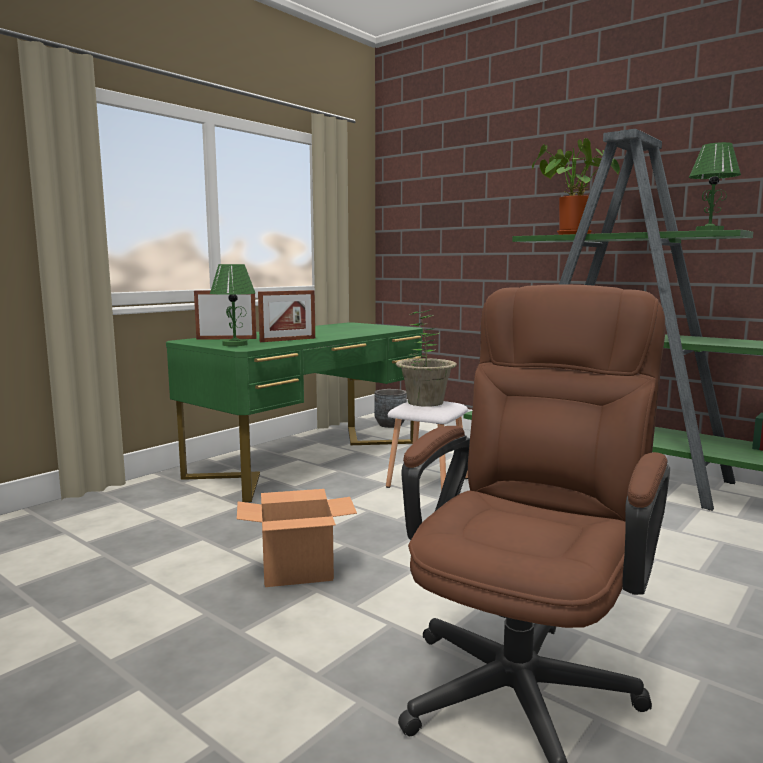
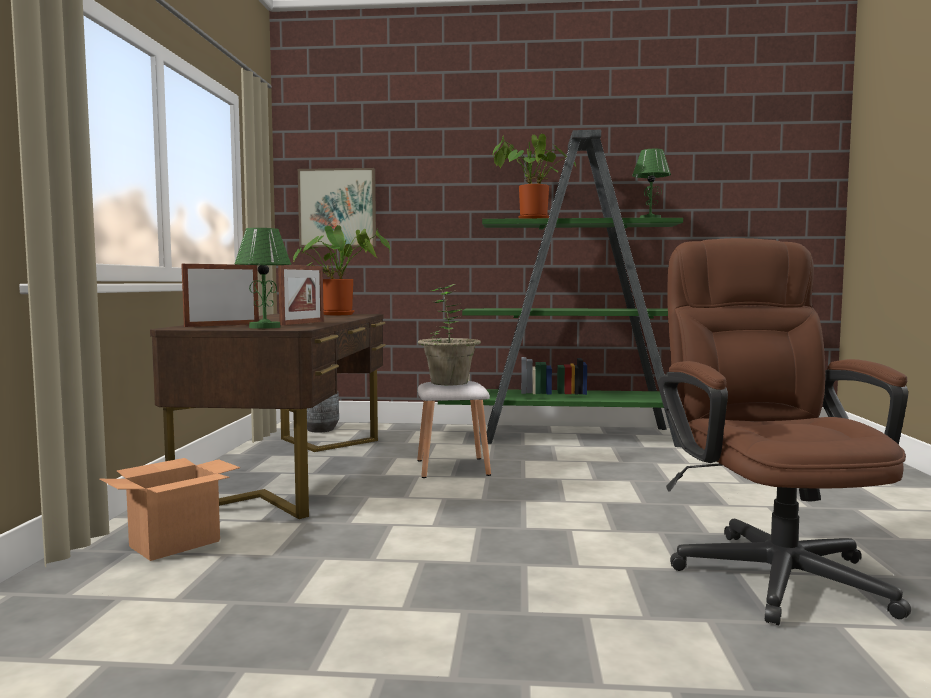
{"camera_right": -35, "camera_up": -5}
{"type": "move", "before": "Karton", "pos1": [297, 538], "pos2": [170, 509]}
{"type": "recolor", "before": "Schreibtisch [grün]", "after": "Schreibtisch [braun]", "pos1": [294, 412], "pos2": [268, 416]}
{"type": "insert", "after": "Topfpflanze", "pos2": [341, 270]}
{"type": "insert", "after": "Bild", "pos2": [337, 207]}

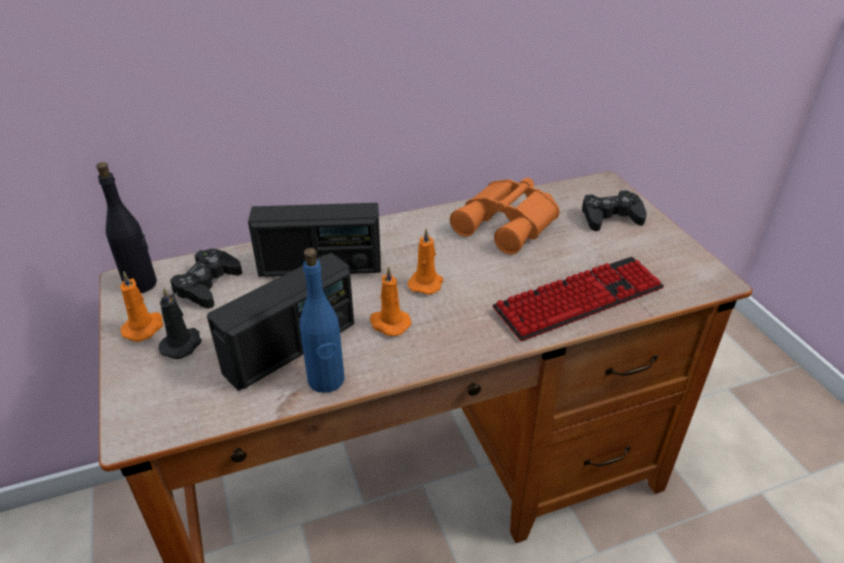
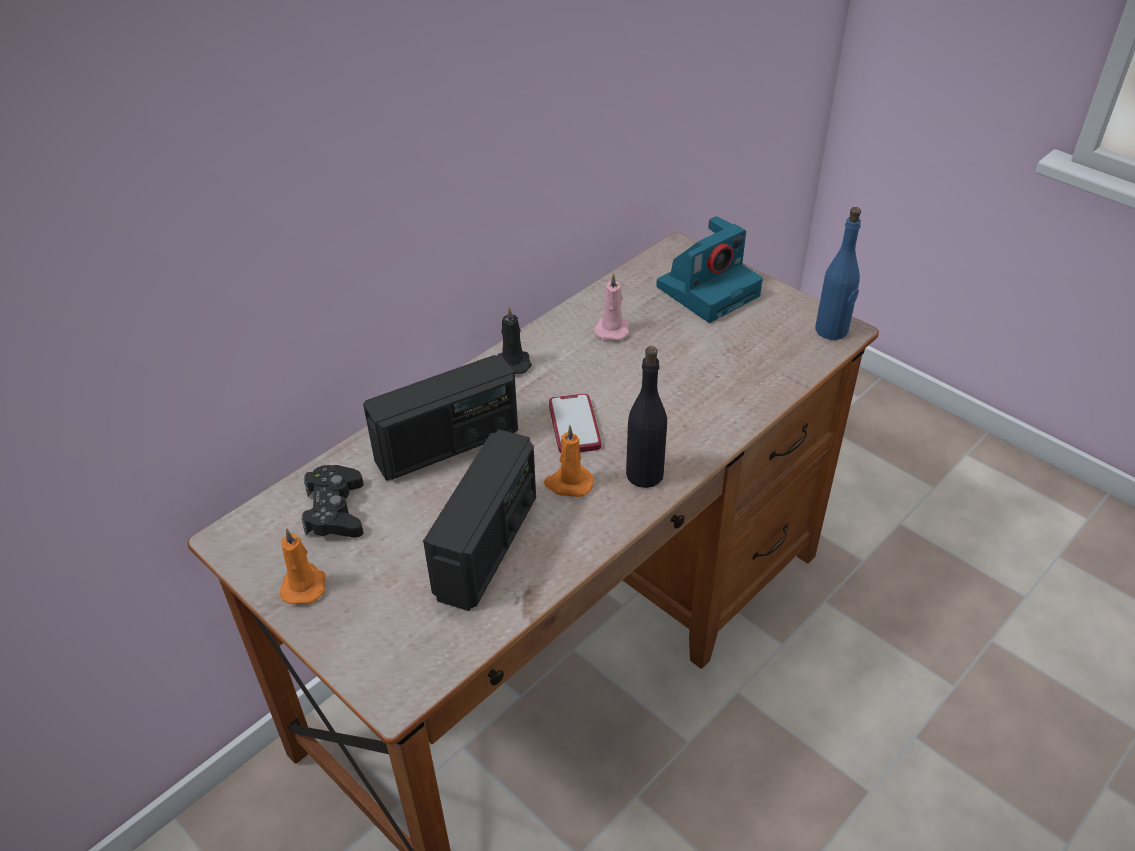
{"camera_right": -25, "camera_up": 5}
{"type": "move", "before": "Kerze [schwarz]", "pos1": [180, 323], "pos2": [515, 340]}
{"type": "replace", "before": "Kerze [orange]", "after": "Handy", "pos1": [425, 261], "pos2": [575, 423]}
{"type": "replace", "before": "Fernglas [orange]", "after": "Kerze [rosa]", "pos1": [504, 216], "pos2": [611, 307]}
{"type": "move", "before": "Flasche [schwarz]", "pos1": [126, 227], "pos2": [646, 417]}
{"type": "replace", "before": "Gamepad [schwarz]", "after": "Kamera", "pos1": [614, 210], "pos2": [709, 269]}
{"type": "move", "before": "Flasche [blau]", "pos1": [322, 320], "pos2": [838, 273]}
{"type": "delete", "before": "Tastatur", "pos1": [578, 299]}

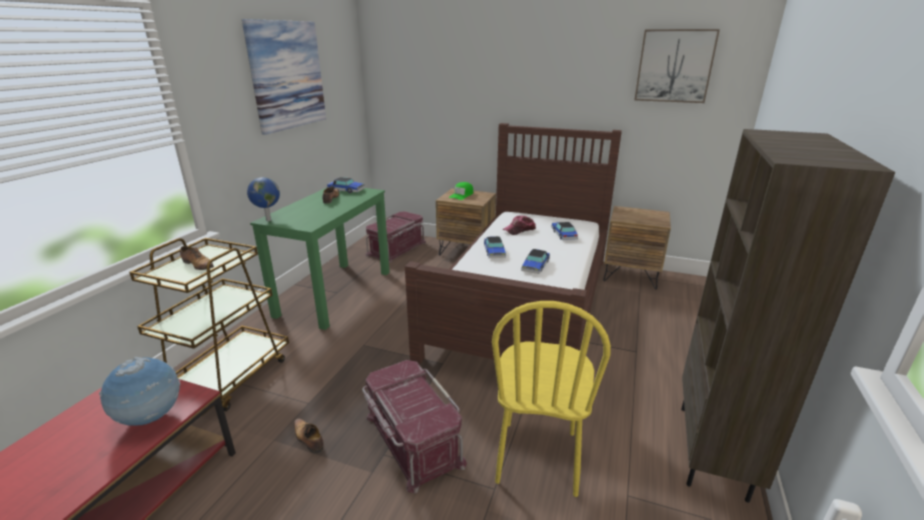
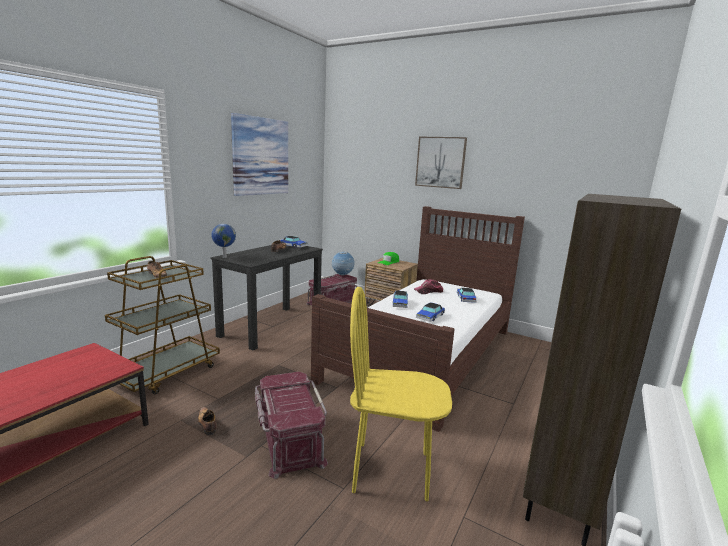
{"camera_right": 10, "camera_up": -10}
{"type": "recolor", "before": "Schreibtisch [grün]", "after": "Schreibtisch [schwarz]", "pos1": [320, 259], "pos2": [267, 297]}
{"type": "move", "before": "Globus", "pos1": [139, 391], "pos2": [343, 263]}
{"type": "rotate", "before": "Stuhl [gelb]", "pos1": [551, 399], "pos2": [401, 394], "turn": 75}
{"type": "move", "before": "Bild", "pos1": [677, 66], "pos2": [441, 163]}
{"type": "delete", "before": "Nachttisch [braun]", "pos1": [637, 247]}

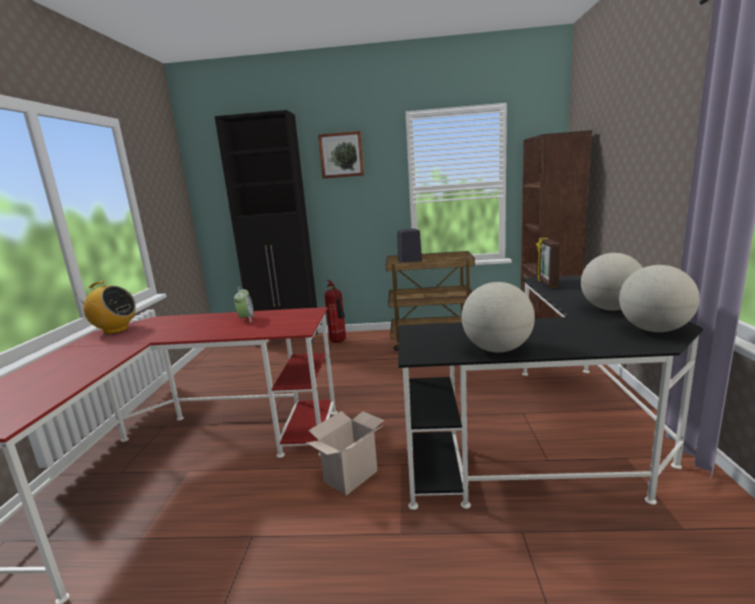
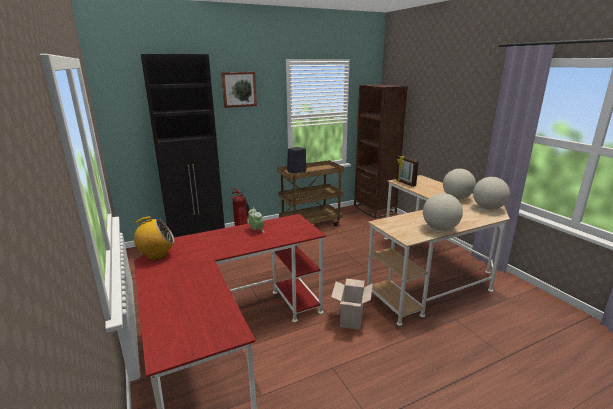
{"camera_right": -30, "camera_up": 5}
{"type": "recolor", "before": "Schreibtisch [schwarz]", "after": "Schreibtisch [beige]", "pos1": [550, 392], "pos2": [438, 250]}

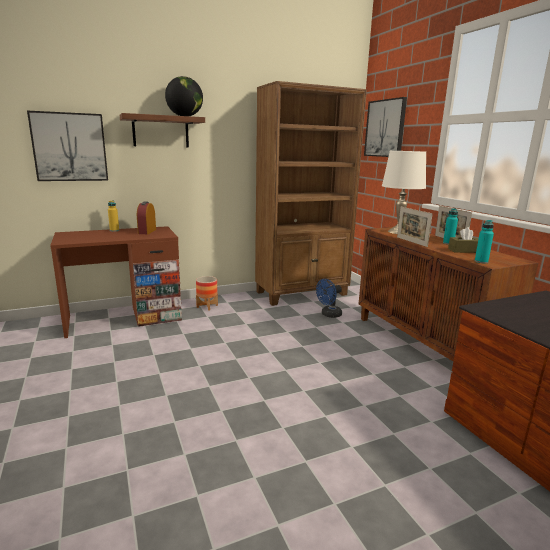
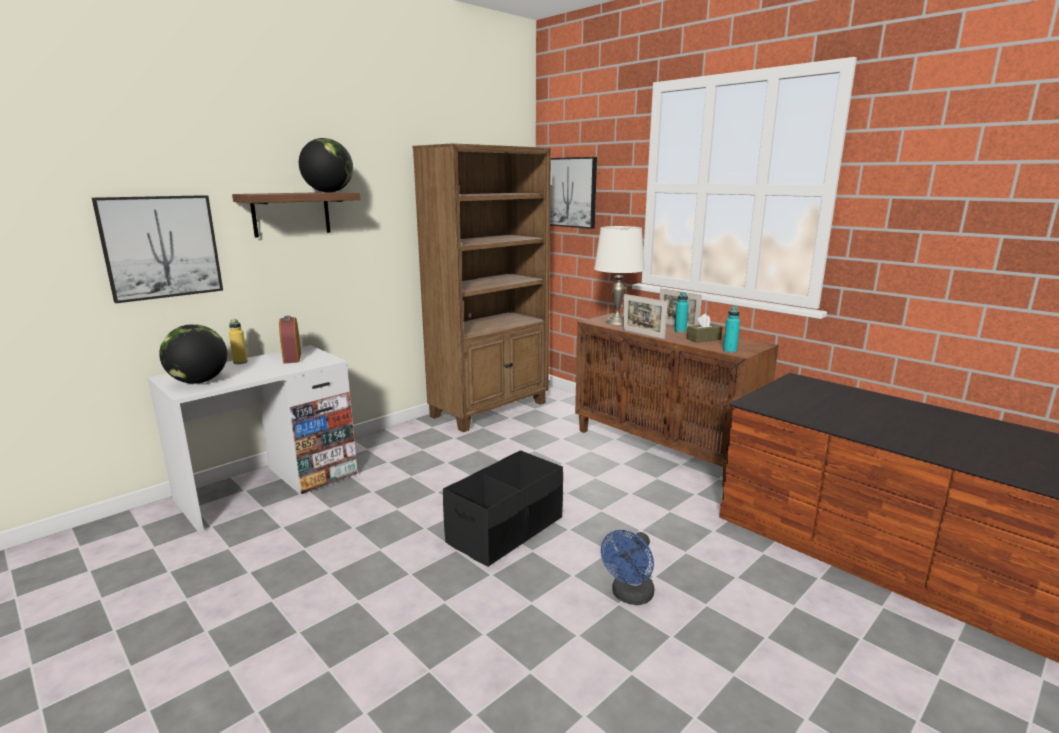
{"camera_right": -20, "camera_up": 0}
{"type": "recolor", "before": "Schreibtisch [braun]", "after": "Schreibtisch [weiß]", "pos1": [116, 282], "pos2": [252, 439]}
{"type": "insert", "after": "Globus", "pos2": [193, 354]}
{"type": "insert", "after": "Aufbewahrungsbox [schwarz]", "pos2": [503, 508]}
{"type": "move", "before": "Ventilator [blau]", "pos1": [329, 298], "pos2": [627, 567]}
{"type": "delete", "before": "Pflanzkübel", "pos1": [207, 293]}

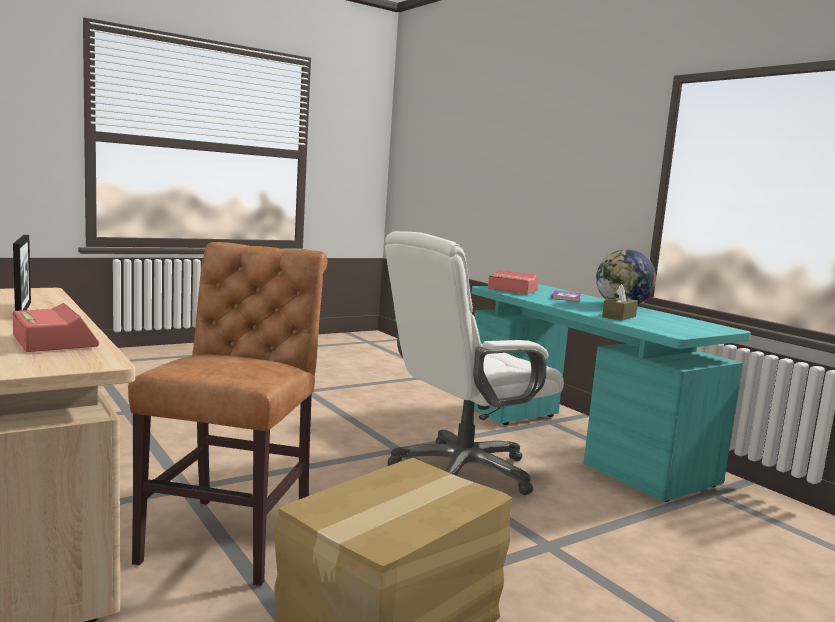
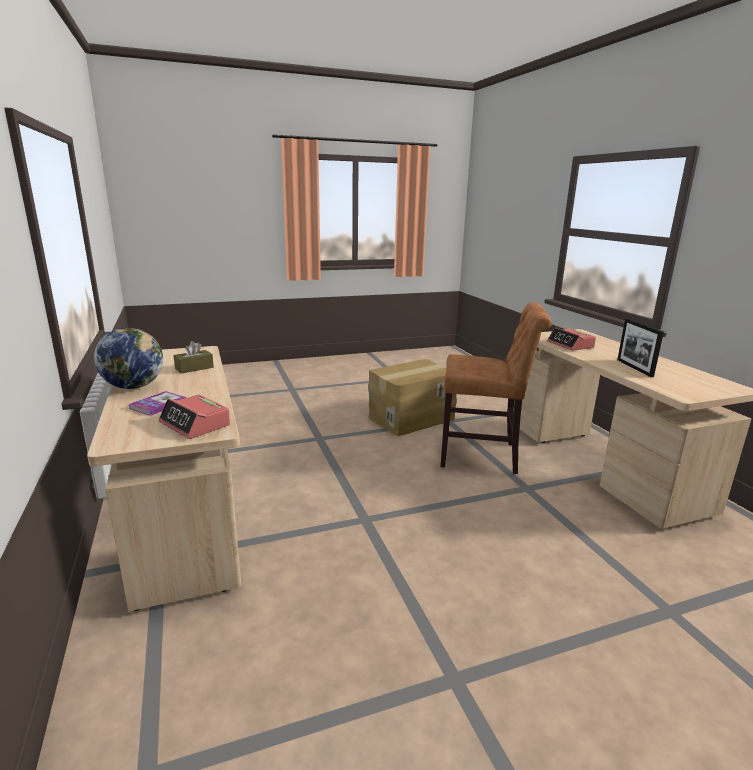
{"camera_right": -165, "camera_up": 10}
{"type": "recolor", "before": "Schreibtisch [türkis]", "after": "Schreibtisch [beige]", "pos1": [611, 393], "pos2": [164, 479]}
{"type": "rotate", "before": "Stuhl [braun]", "pos1": [228, 414], "pos2": [496, 388], "turn": -105}
{"type": "delete", "before": "Bürostuhl [weiß]", "pos1": [474, 363]}

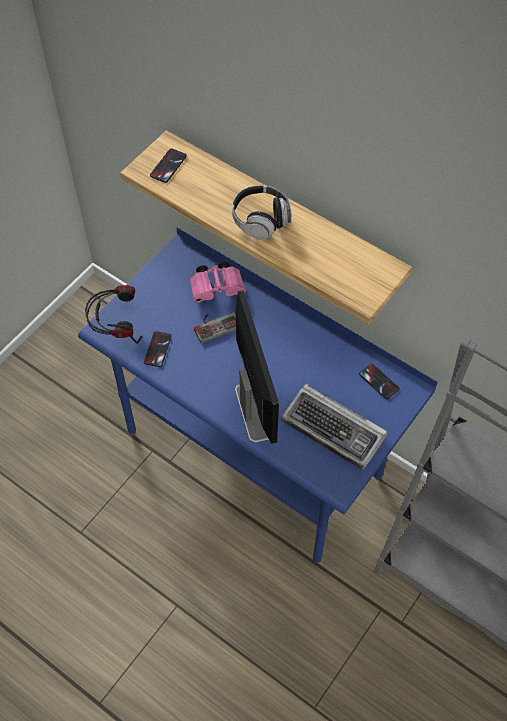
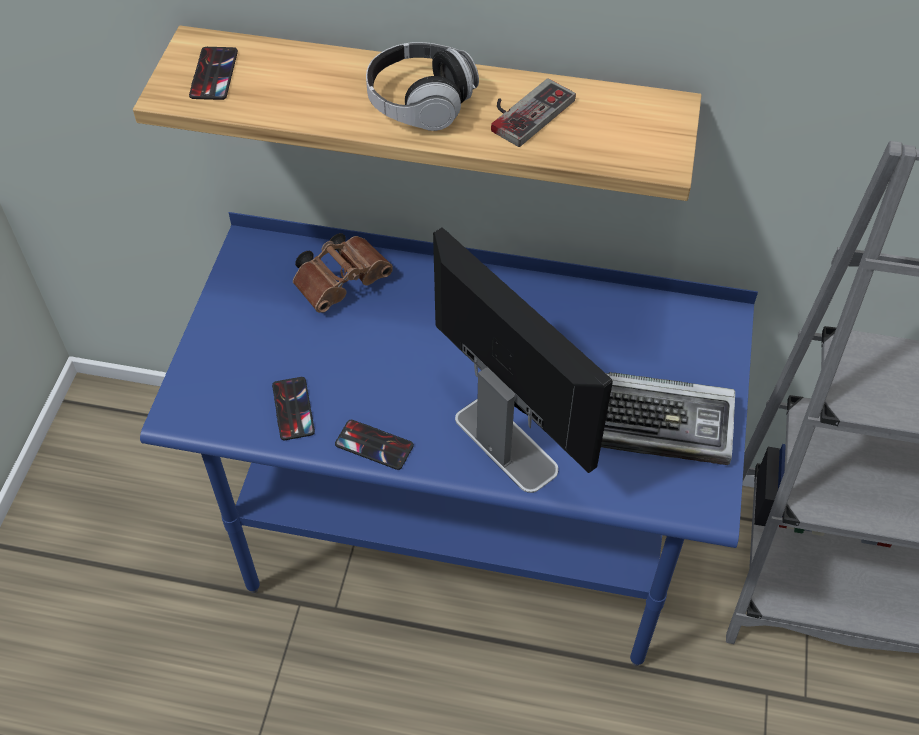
{"camera_right": -25, "camera_up": -5}
{"type": "recolor", "before": "Fernglas [rosa]", "after": "Fernglas [braun]", "pos1": [218, 282], "pos2": [343, 273]}
{"type": "move", "before": "Handy", "pos1": [379, 381], "pos2": [374, 445]}
{"type": "move", "before": "Gamepad", "pos1": [215, 327], "pos2": [533, 112]}
{"type": "delete", "before": "Kopfhörer", "pos1": [113, 314]}

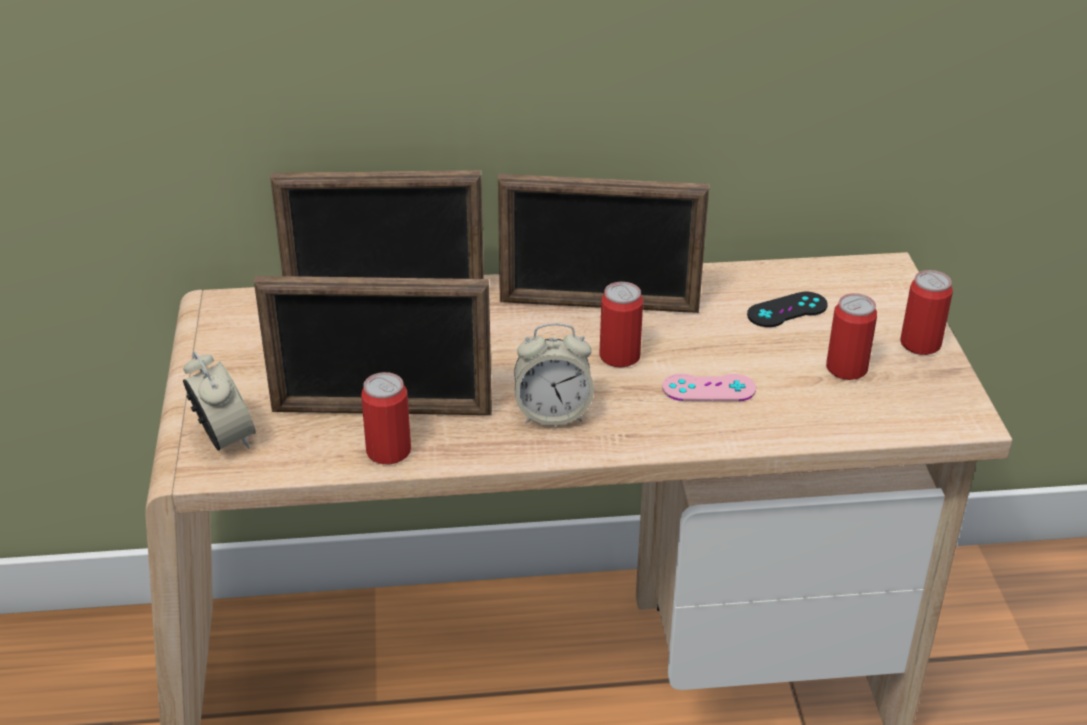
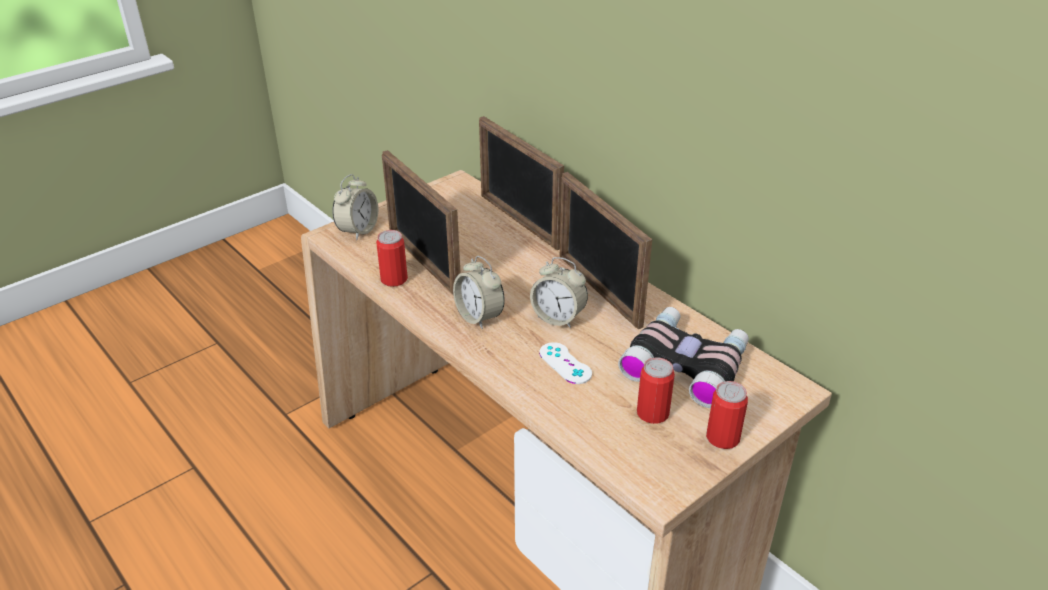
{"camera_right": 55, "camera_up": 0}
{"type": "replace", "before": "Dose", "after": "Wecker", "pos1": [621, 325], "pos2": [559, 293]}
{"type": "recolor", "before": "Gamepad [rosa]", "after": "Gamepad [weiß]", "pos1": [709, 387], "pos2": [565, 363]}
{"type": "replace", "before": "Gamepad [schwarz]", "after": "Fernglas", "pos1": [787, 309], "pos2": [683, 357]}

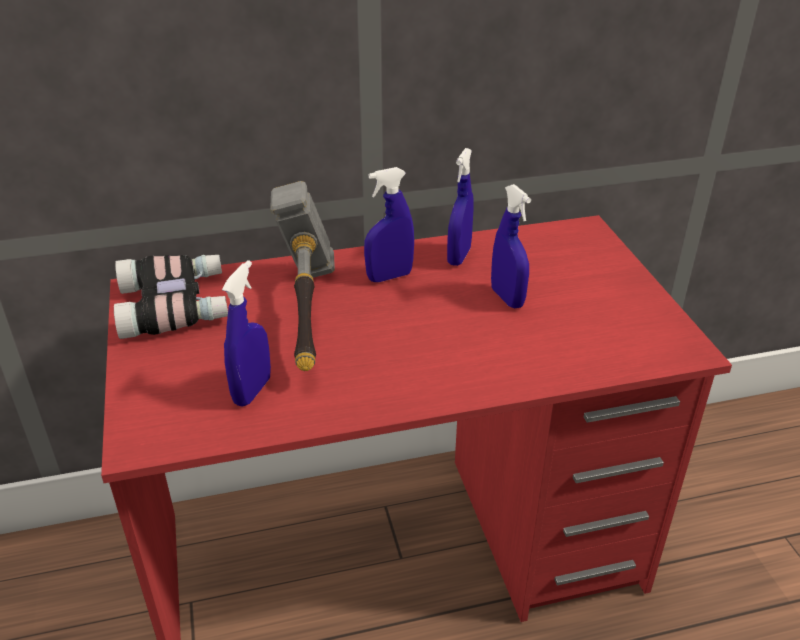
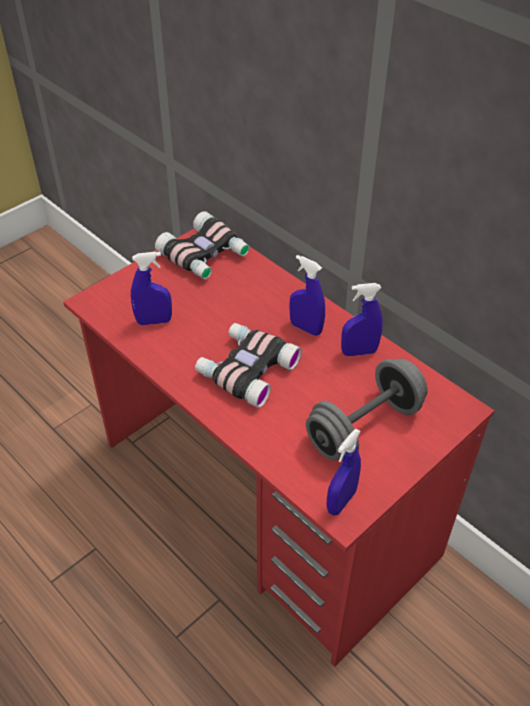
{"camera_right": 60, "camera_up": 10}
{"type": "insert", "after": "Fernglas", "pos2": [248, 365]}
{"type": "insert", "after": "Hantel [grau]", "pos2": [367, 409]}
{"type": "move", "before": "Sprühflasche [blau]", "pos1": [511, 246], "pos2": [343, 472]}
{"type": "delete", "before": "Hammer", "pos1": [302, 276]}

